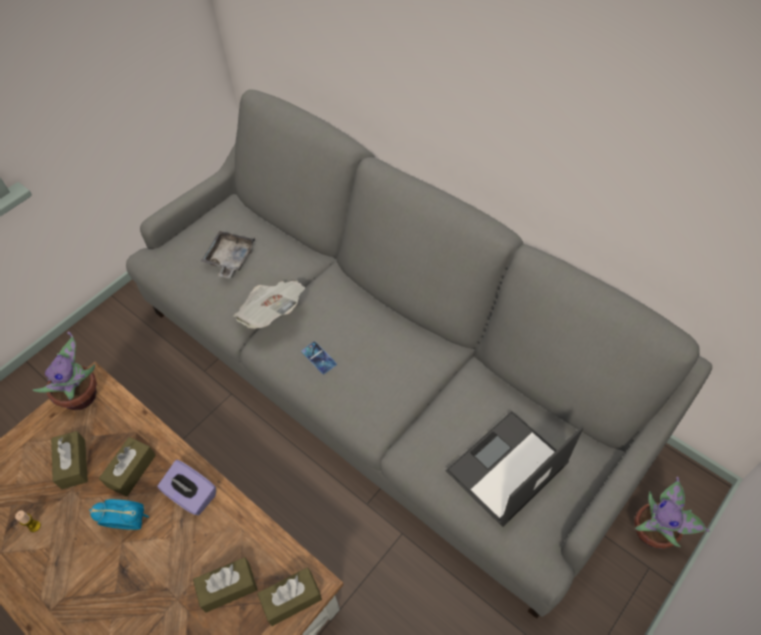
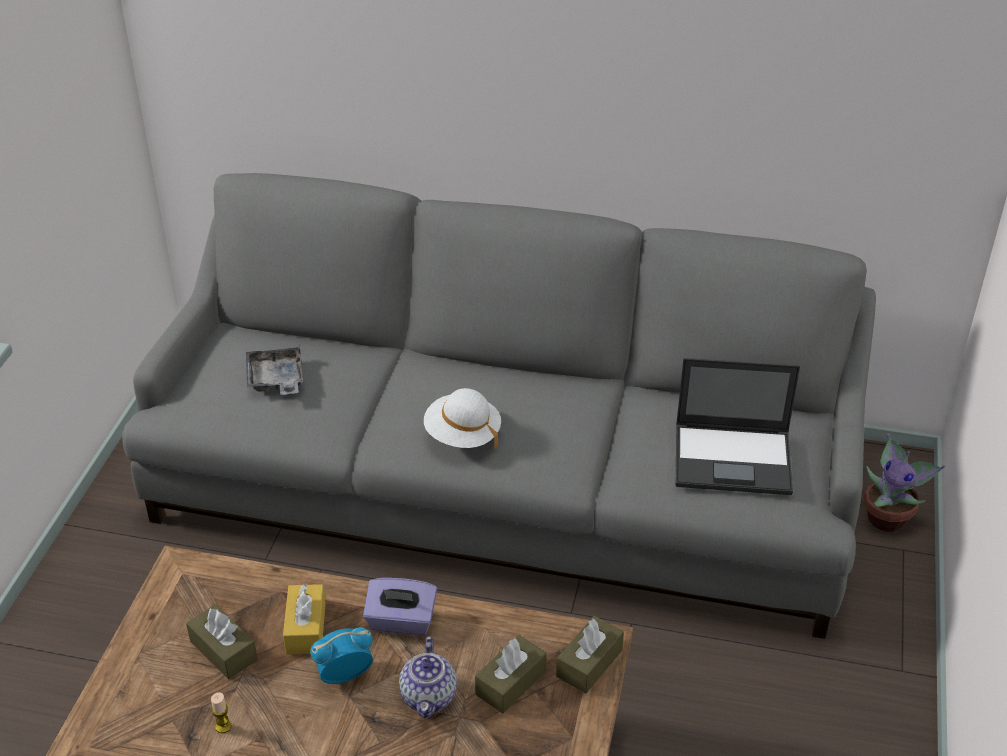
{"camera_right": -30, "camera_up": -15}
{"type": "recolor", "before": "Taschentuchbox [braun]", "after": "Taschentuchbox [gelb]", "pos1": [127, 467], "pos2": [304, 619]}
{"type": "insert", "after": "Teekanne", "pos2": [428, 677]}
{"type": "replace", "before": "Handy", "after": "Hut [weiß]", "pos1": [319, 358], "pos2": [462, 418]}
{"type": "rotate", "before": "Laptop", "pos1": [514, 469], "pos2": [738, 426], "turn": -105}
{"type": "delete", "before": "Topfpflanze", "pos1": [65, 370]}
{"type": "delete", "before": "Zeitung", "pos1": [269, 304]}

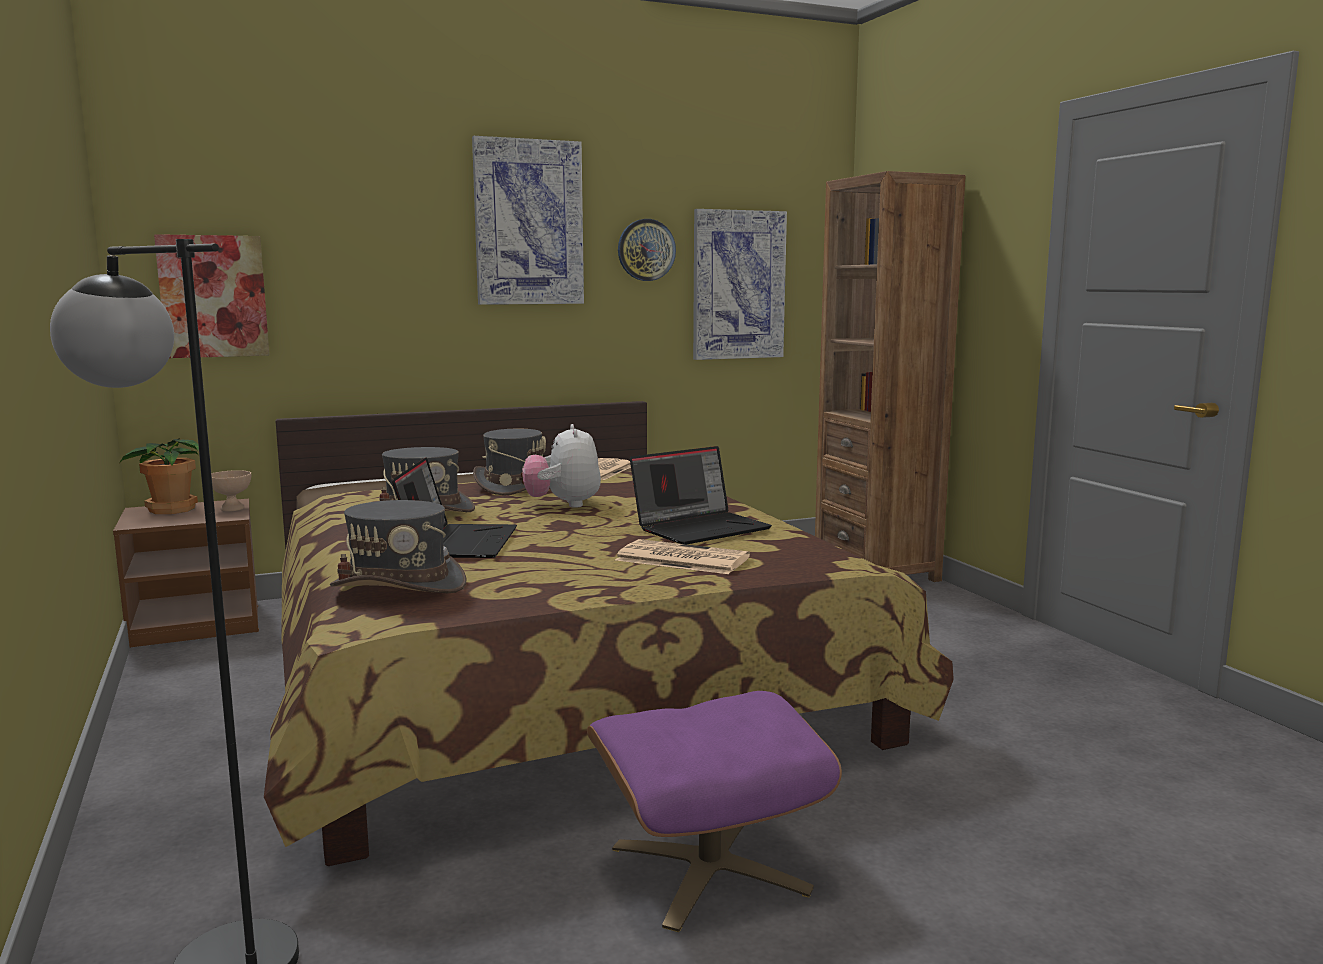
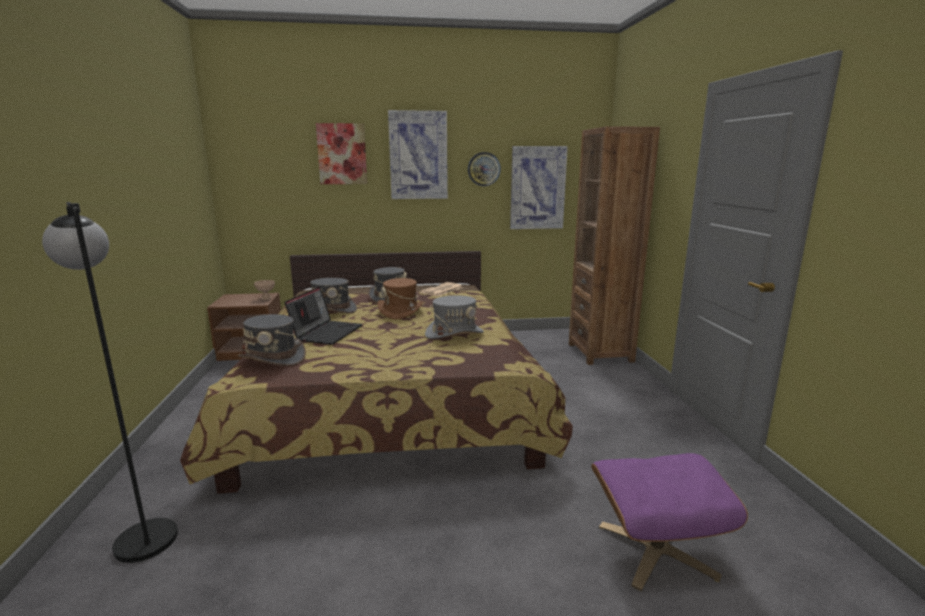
{"camera_right": 15, "camera_up": 5}
{"type": "move", "before": "Bild", "pos1": [211, 296], "pos2": [341, 153]}
{"type": "replace", "before": "Plüschtier", "after": "Hut [braun]", "pos1": [561, 466], "pos2": [400, 298]}
{"type": "replace", "before": "Laptop", "after": "Hut [grau]", "pos1": [701, 495], "pos2": [454, 317]}
{"type": "move", "before": "Polsterhocker [lila]", "pos1": [714, 811], "pos2": [669, 522]}
{"type": "delete", "before": "Topfpflanze", "pos1": [159, 476]}
{"type": "delete", "before": "Zeitung", "pos1": [682, 556]}

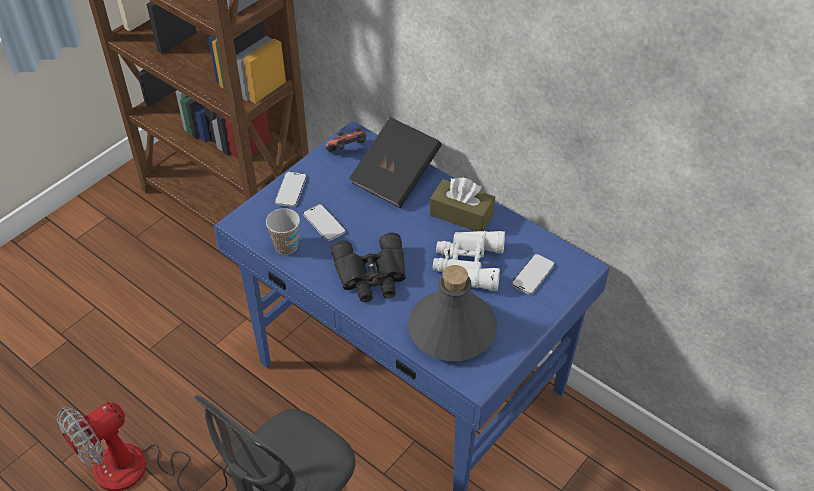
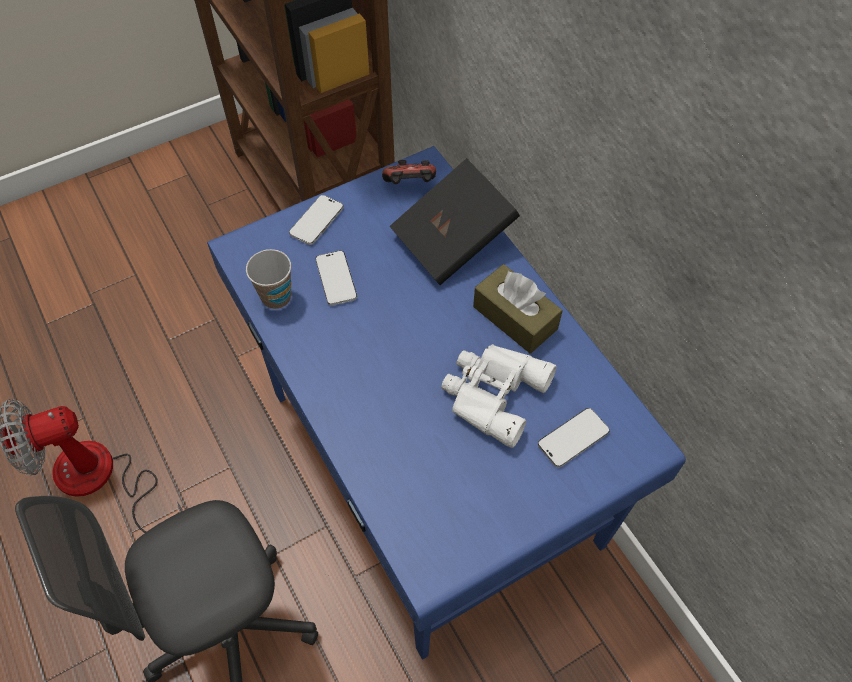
{"camera_right": 20, "camera_up": 10}
{"type": "delete", "before": "Fernglas [schwarz]", "pos1": [368, 267]}
{"type": "delete", "before": "Flasche [grau]", "pos1": [452, 313]}

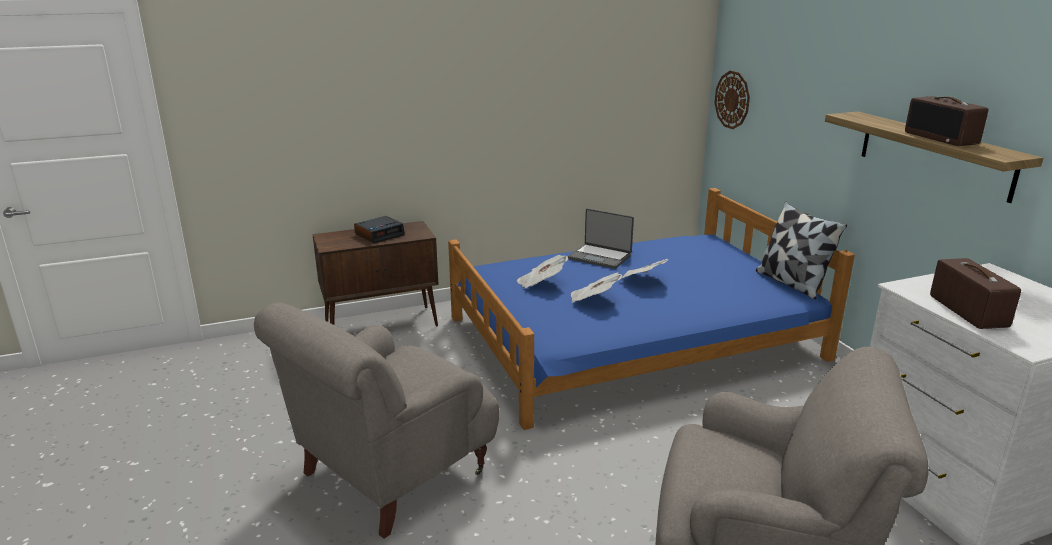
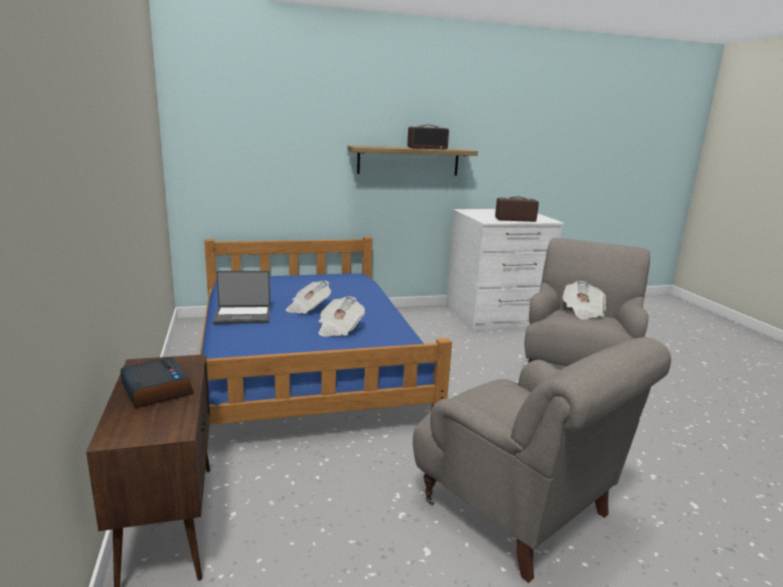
{"camera_right": -85, "camera_up": -5}
{"type": "rotate", "before": "Laptop", "pos1": [601, 238], "pos2": [241, 297], "turn": 45}
{"type": "move", "before": "Zeitung", "pos1": [542, 272], "pos2": [584, 300]}
{"type": "delete", "before": "Wanduhr", "pos1": [732, 100]}
{"type": "delete", "before": "Kissen", "pos1": [801, 250]}

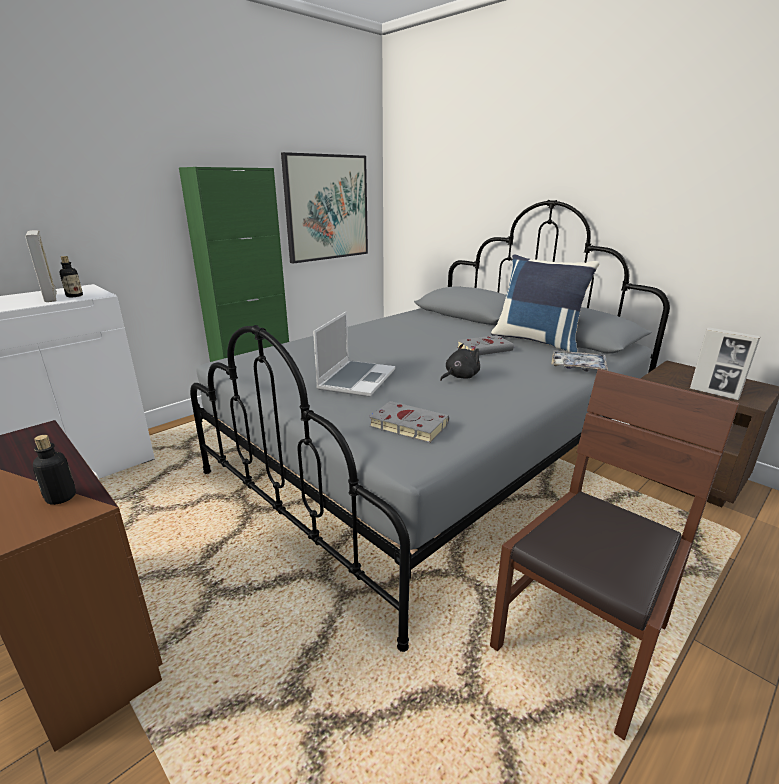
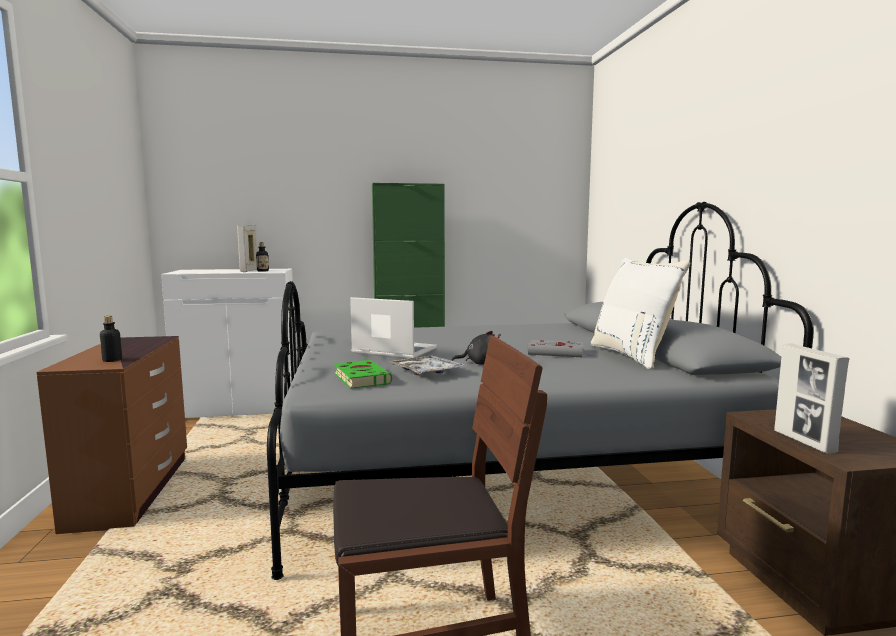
{"camera_right": 35, "camera_up": -15}
{"type": "recolor", "before": "Buch [grau]", "after": "Buch [grün]", "pos1": [409, 422], "pos2": [363, 374]}
{"type": "rotate", "before": "Laptop", "pos1": [354, 354], "pos2": [393, 328], "turn": -120}
{"type": "move", "before": "Tablett", "pos1": [579, 361], "pos2": [427, 365]}
{"type": "recolor", "before": "Kissen [blau]", "after": "Kissen [weiß]", "pos1": [545, 303], "pos2": [640, 314]}
{"type": "delete", "before": "Bild", "pos1": [324, 208]}

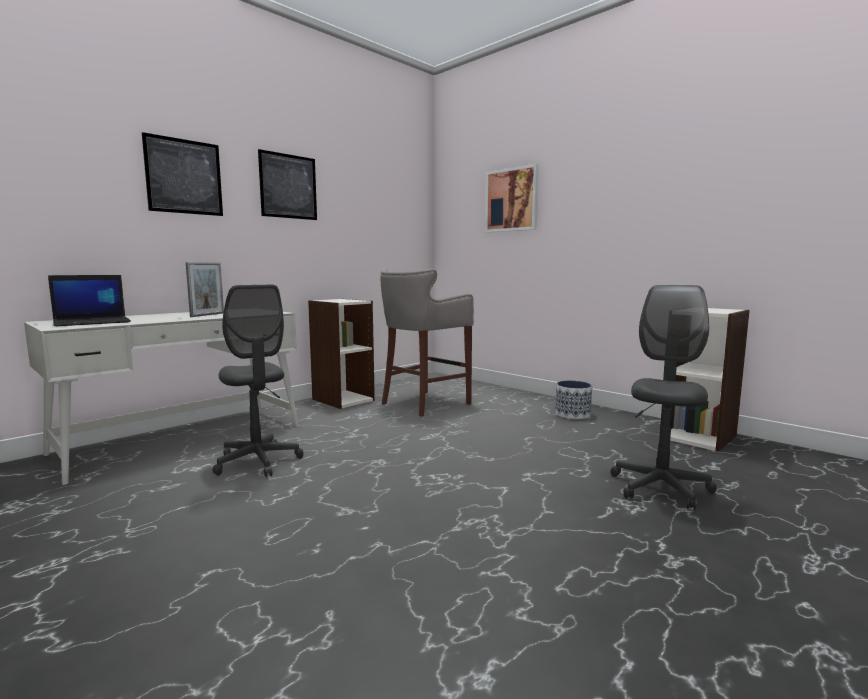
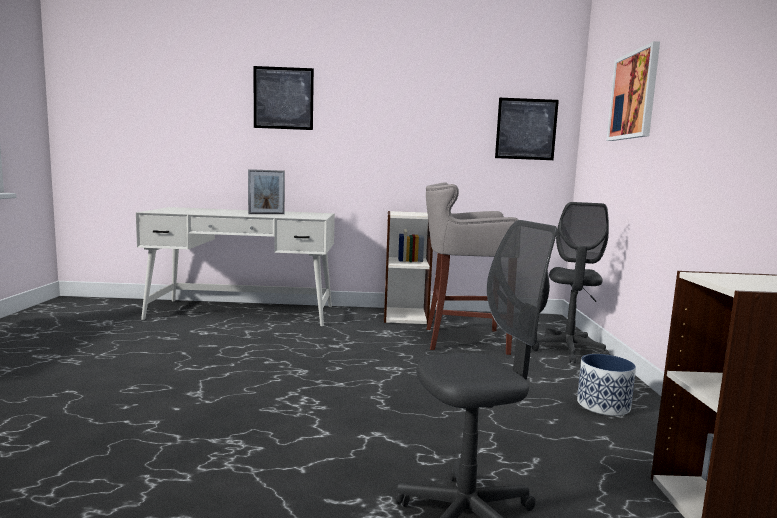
{"camera_right": 45, "camera_up": 0}
{"type": "move", "before": "Bild", "pos1": [287, 184], "pos2": [527, 129]}
{"type": "move", "before": "Bürostuhl [grau]", "pos1": [257, 381], "pos2": [570, 282]}
{"type": "delete", "before": "Laptop", "pos1": [89, 300]}

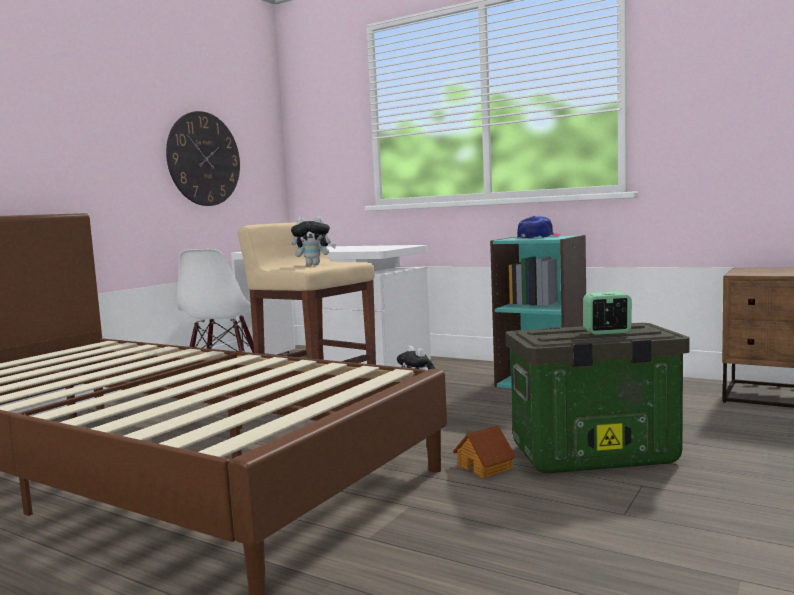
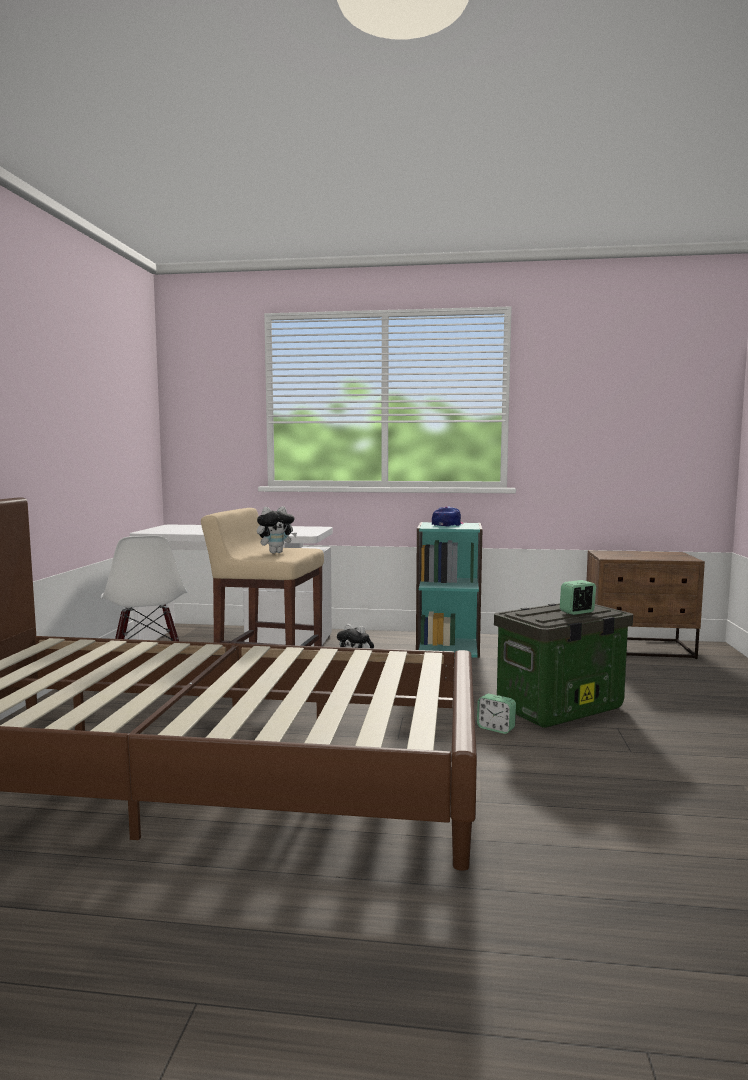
{"camera_right": -25, "camera_up": 0}
{"type": "replace", "before": "Spielzeughaus", "after": "Wecker", "pos1": [484, 451], "pos2": [496, 714]}
{"type": "delete", "before": "Wanduhr", "pos1": [203, 158]}

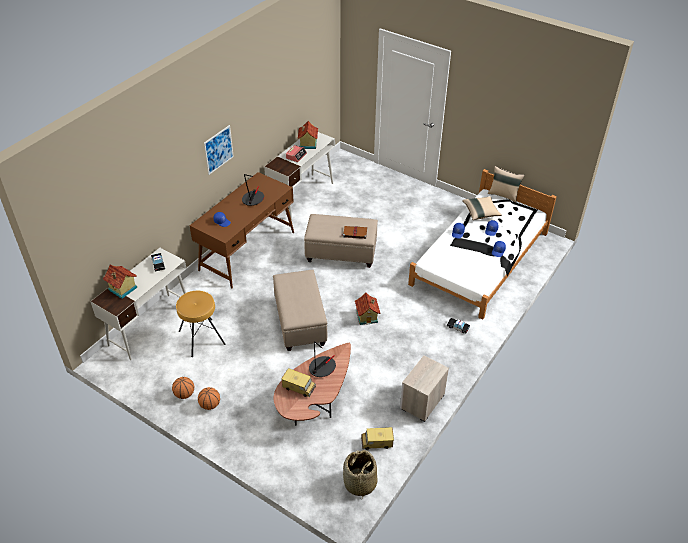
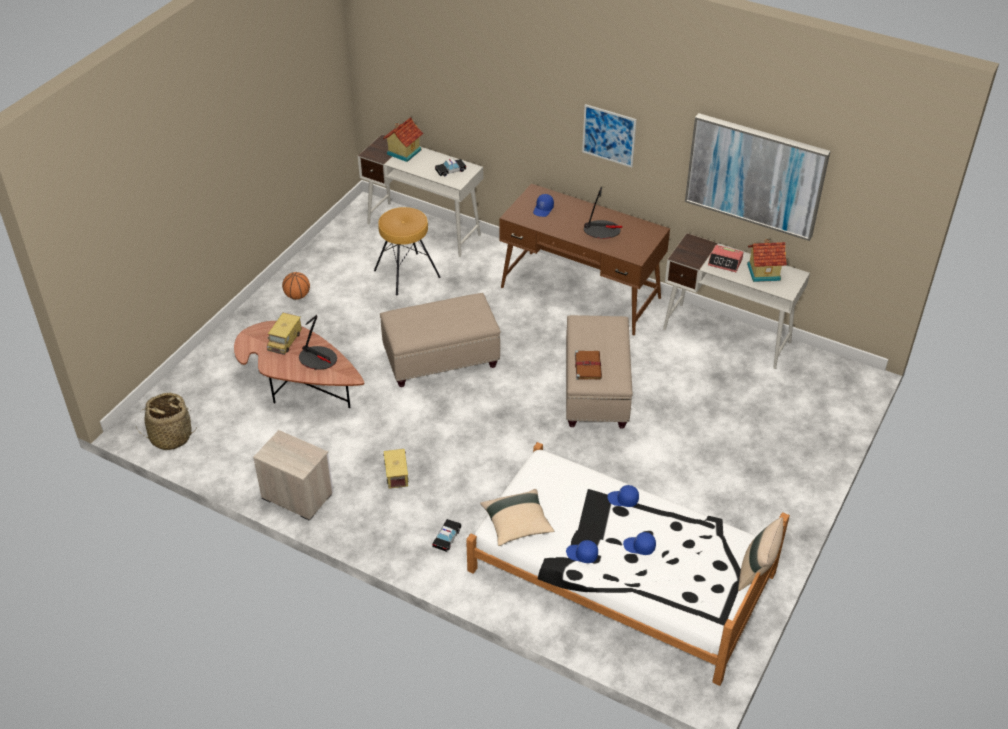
{"camera_right": 85, "camera_up": 0}
{"type": "move", "before": "Spielzeuglaster", "pos1": [377, 438], "pos2": [395, 469]}
{"type": "move", "before": "Kissen [beige]", "pos1": [482, 208], "pos2": [517, 517]}
{"type": "insert", "after": "Bild", "pos2": [757, 177]}
{"type": "delete", "before": "Basketball", "pos1": [183, 388]}
{"type": "delete", "before": "Spielzeughaus", "pos1": [368, 309]}

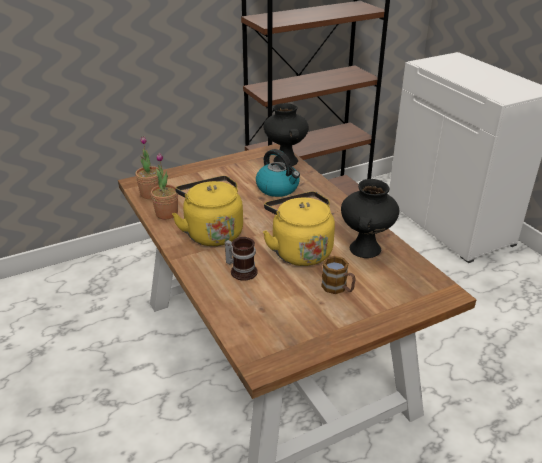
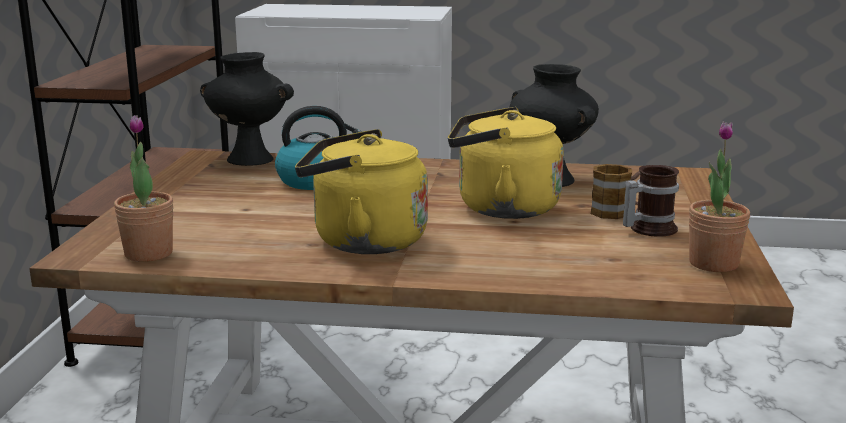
{"camera_right": -55, "camera_up": -15}
{"type": "move", "before": "Henkelbecher", "pos1": [241, 259], "pos2": [651, 201]}
{"type": "move", "before": "Topfpflanze", "pos1": [164, 186], "pos2": [719, 196]}

